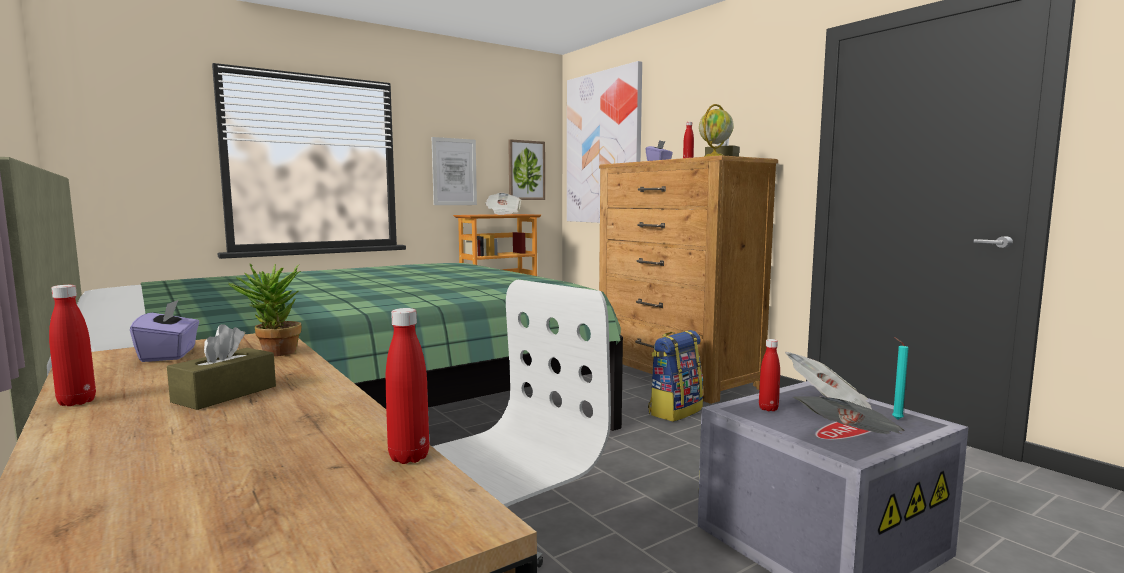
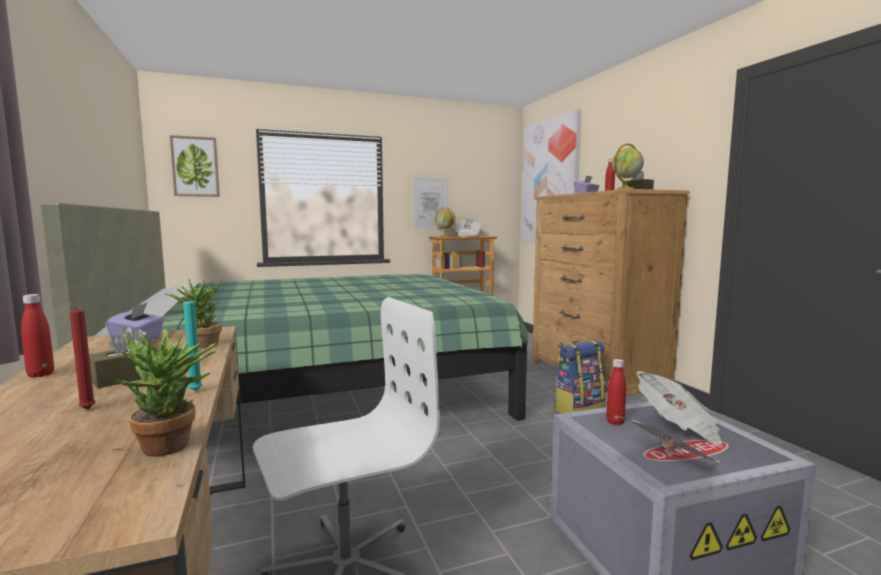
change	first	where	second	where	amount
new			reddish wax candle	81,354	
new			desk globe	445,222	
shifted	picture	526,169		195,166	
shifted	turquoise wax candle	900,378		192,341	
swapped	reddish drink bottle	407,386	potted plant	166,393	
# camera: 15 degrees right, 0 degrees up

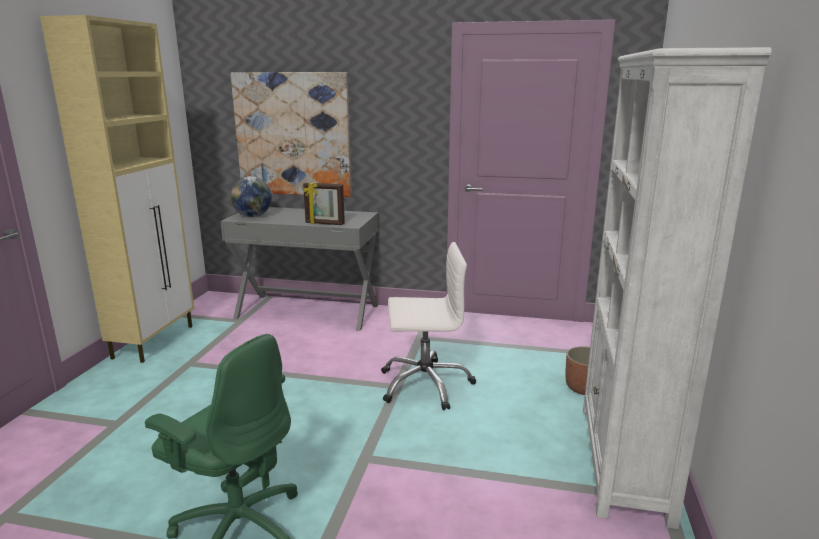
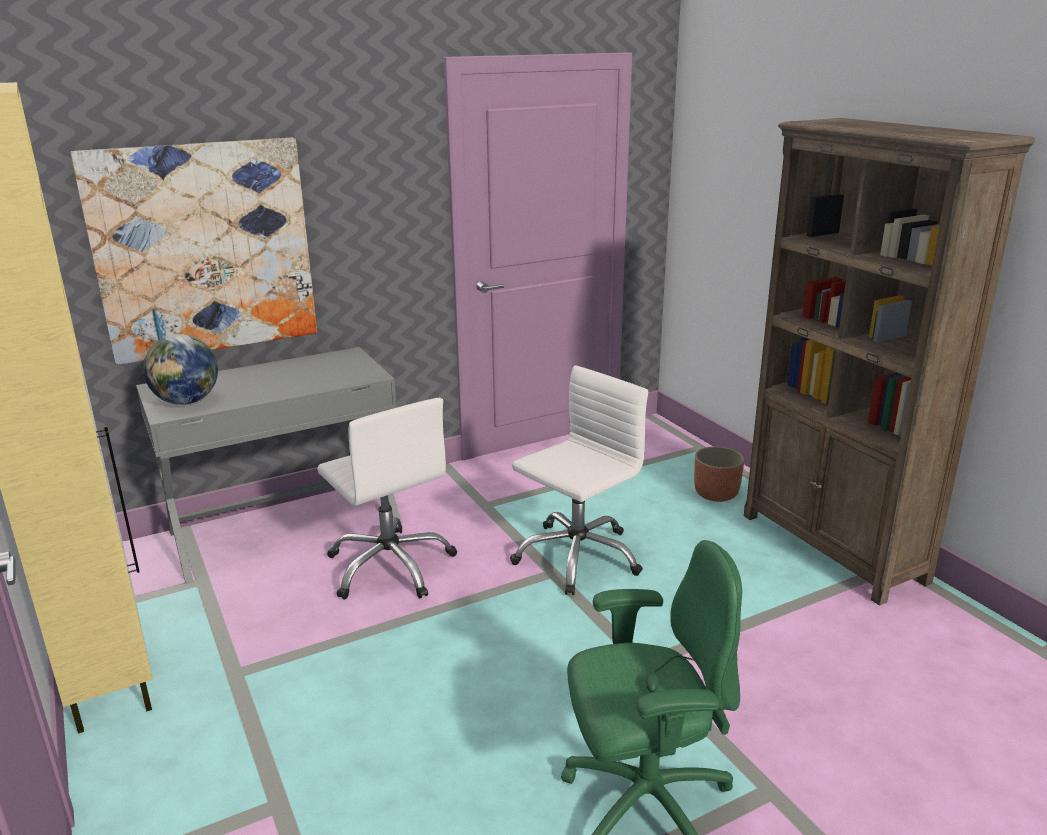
change	first	where	second	where	amount
gone	picture frame	324,203			
new			whitish desk chair	387,498	
repainted	whitish bookshelf	677,288	brown-coloured bookshelf	889,362	
# camera: 40 degrees left, 5 degrees up

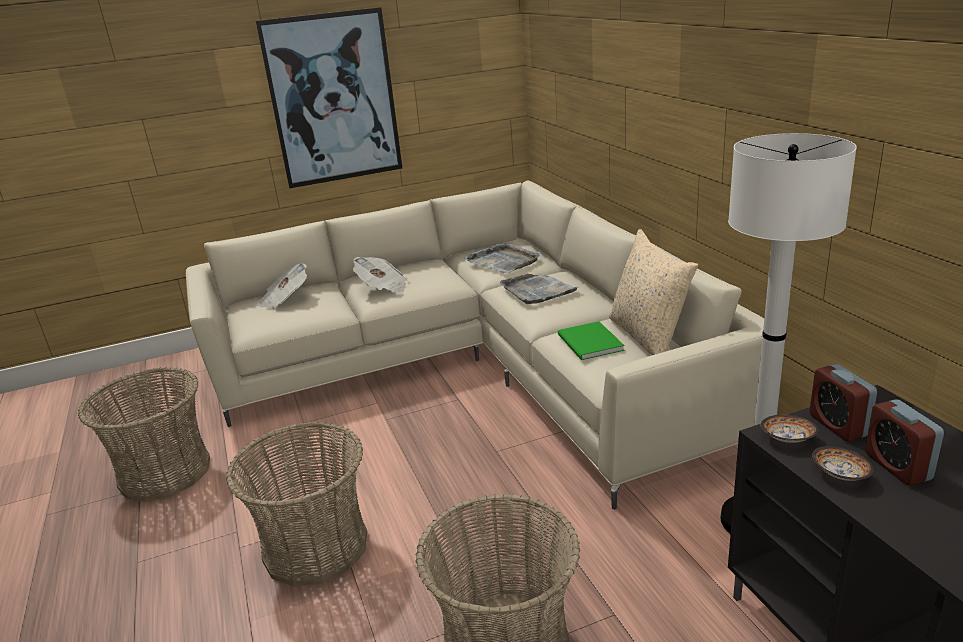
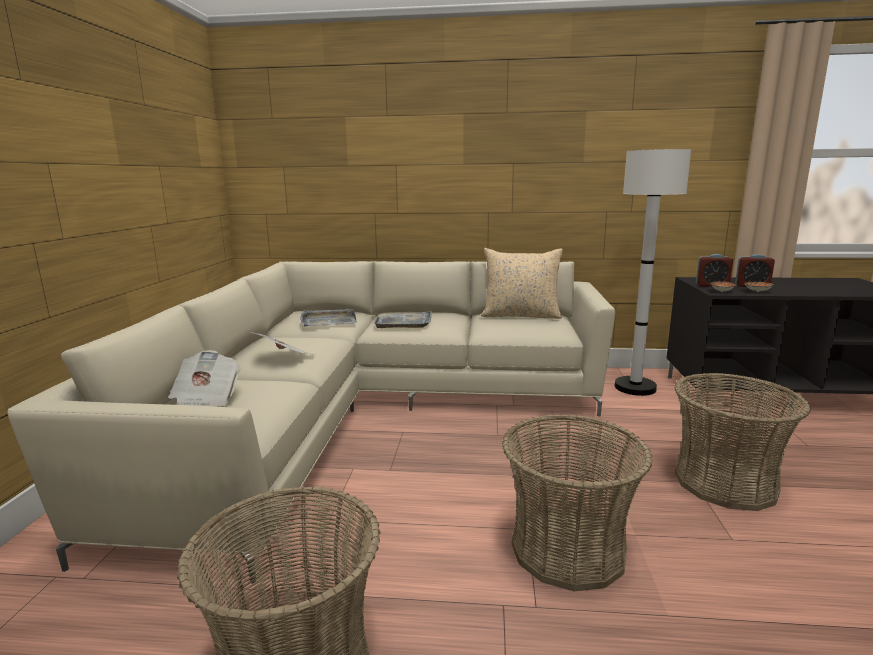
change	first	where	second	where	amount
gone	picture	329,97			
gone	greenish volume	591,340			
# camera: 65 degrees left, 10 degrees down

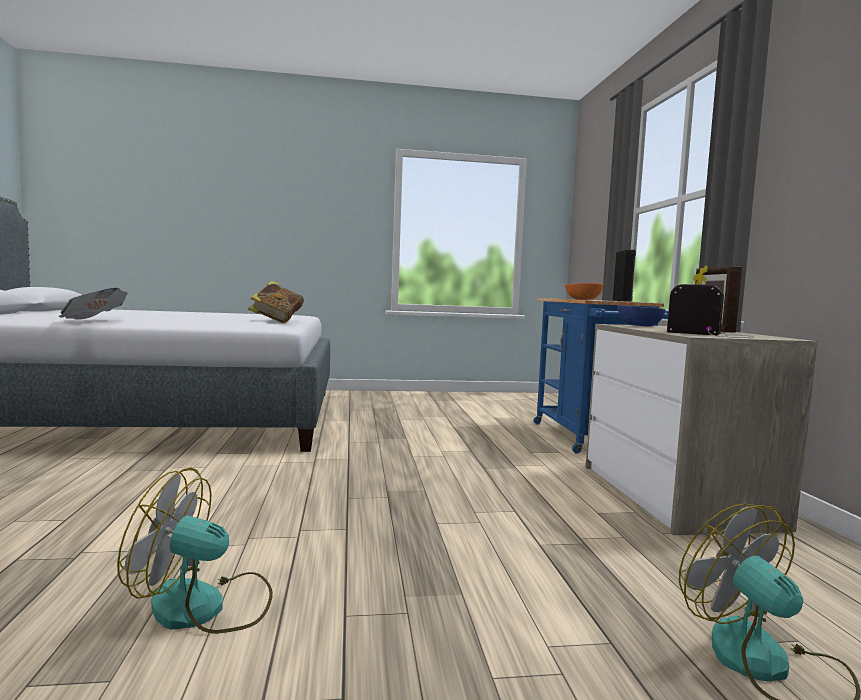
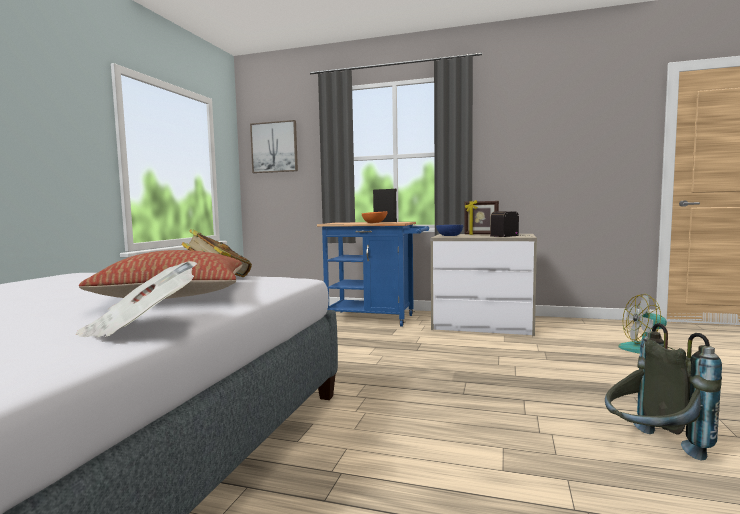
change	first	where	second	where	amount
new			throw pillow	160,274	
new			picture	274,146	
swapped	fan	195,550	grey rucksack	663,392	
# camera: 65 degrees left, 0 degrees up

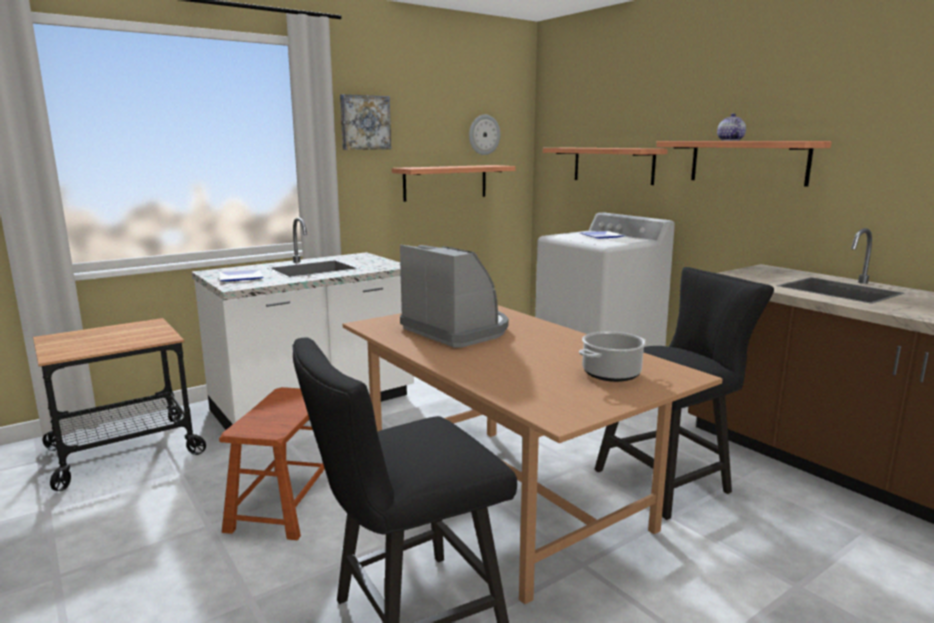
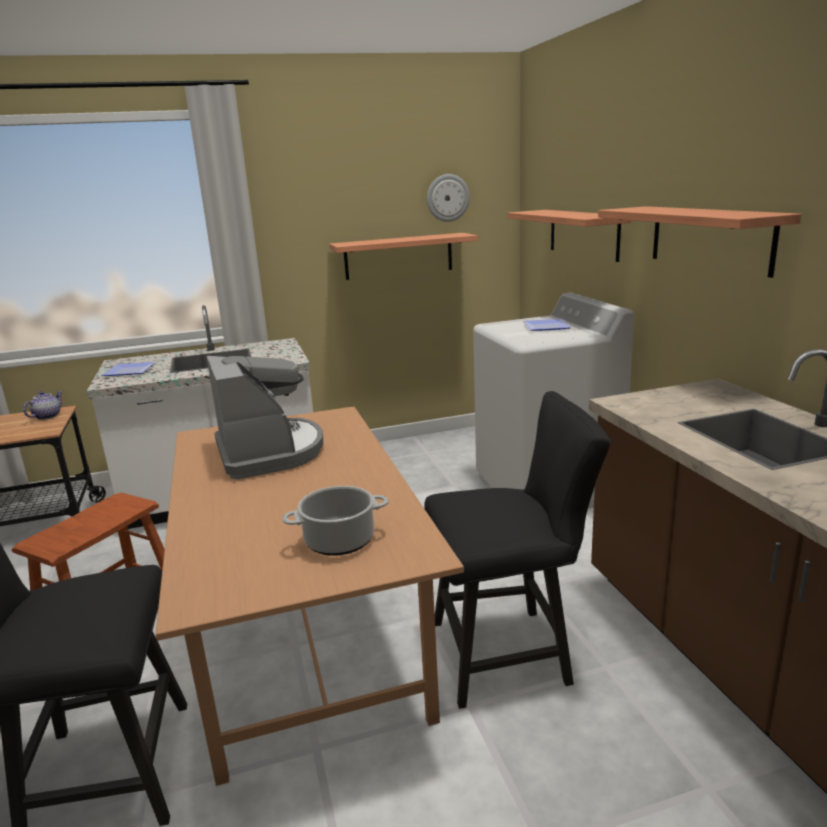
change	first	where	second	where	amount
gone	picture	365,122			
shifted	tea pot	731,127		43,405	
# camera: 20 degrees right, 5 degrees up

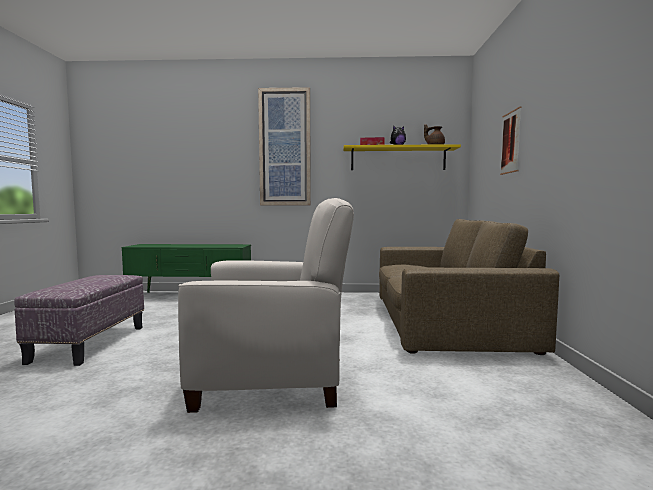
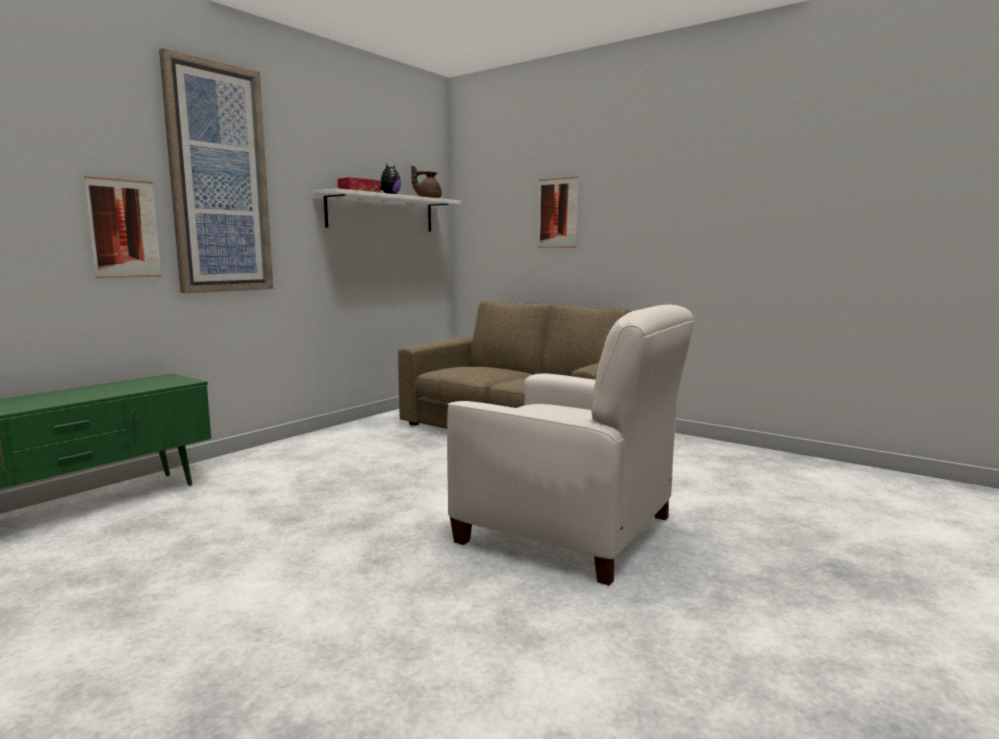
change	first	where	second	where	amount
gone	pouffe	79,320			
new			picture	123,227	
repainted	yellowish wall shelf	402,157	whitish wall shelf	387,210	
rotated	whitish armchair	266,305		570,445	90 degrees clockwise
# camera: 55 degrees left, 5 degrees up

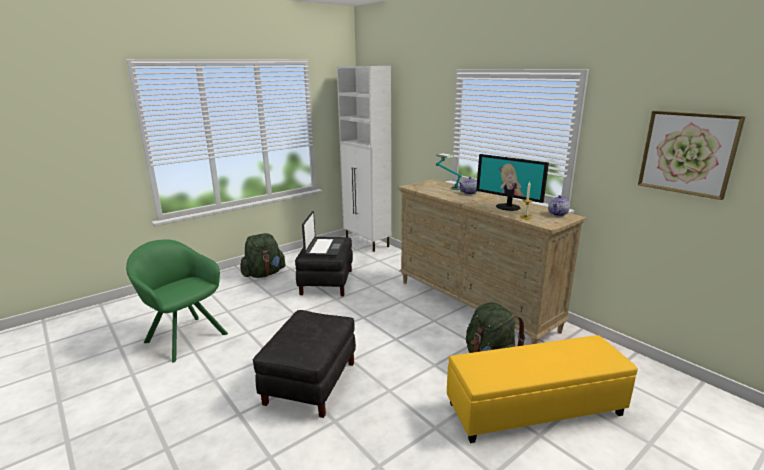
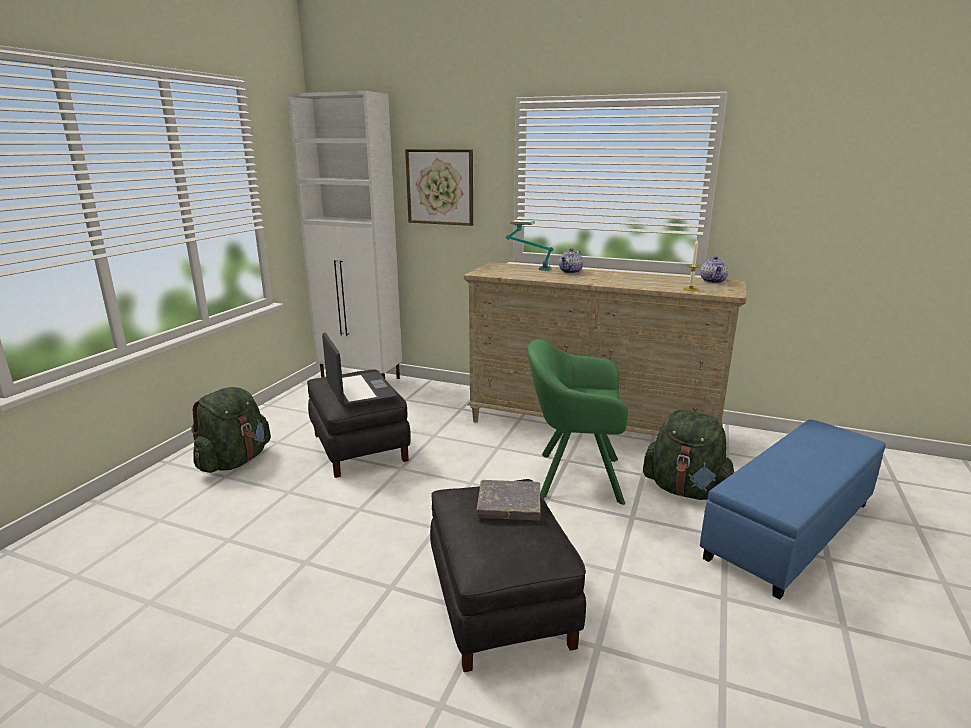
change	first	where	second	where	amount
gone	computer screen	512,182			
new			grey volume	508,500	
shifted	greenish armchair	177,300		577,422	
shifted	picture	692,155		439,187	
repainted	yellowish pouffe	542,389	blue pouffe	793,509	
# camera: 30 degrees left, 0 degrees up

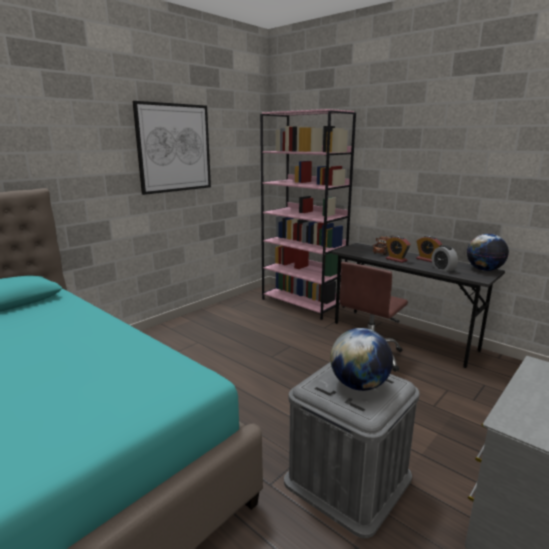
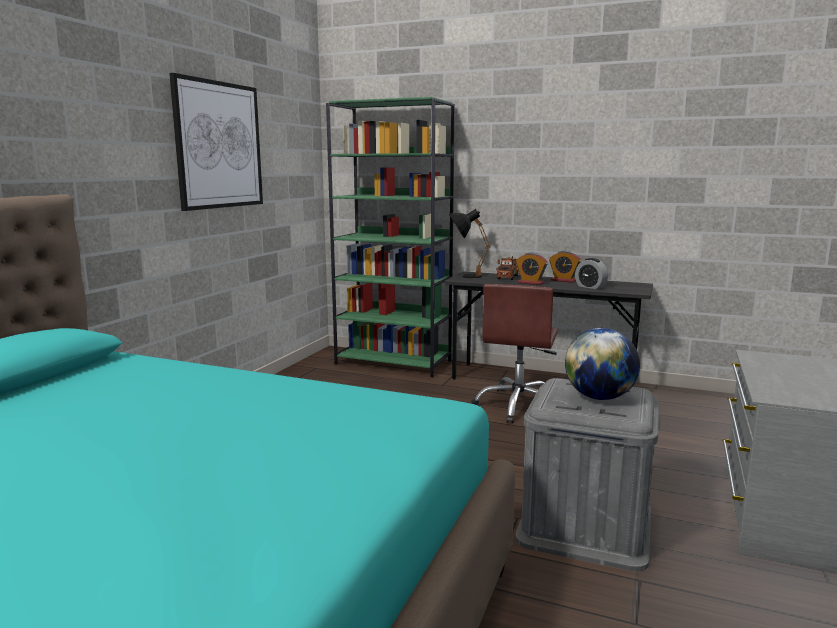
change	first	where	second	where	amount
gone	desk globe	488,252			
new			black tabletop lamp	469,243	
repainted	pink bookshelf	308,214	greenish bookshelf	390,237	
# camera: 20 degrees left, 5 degrees down

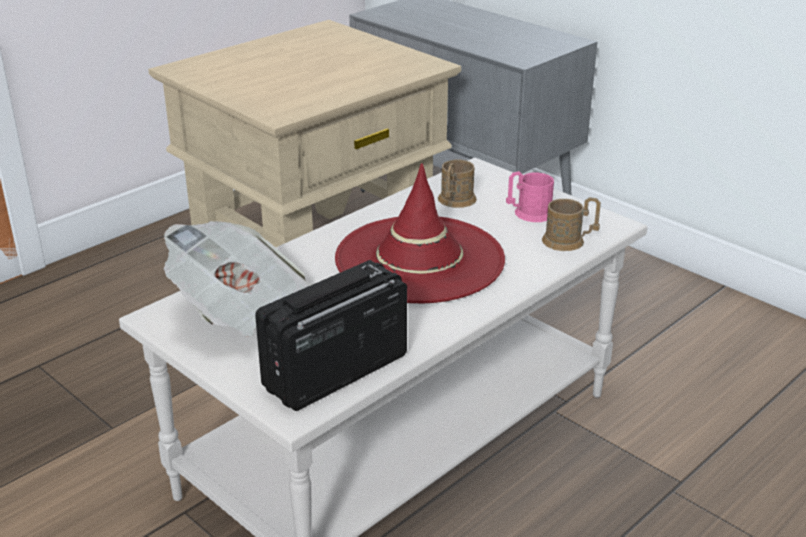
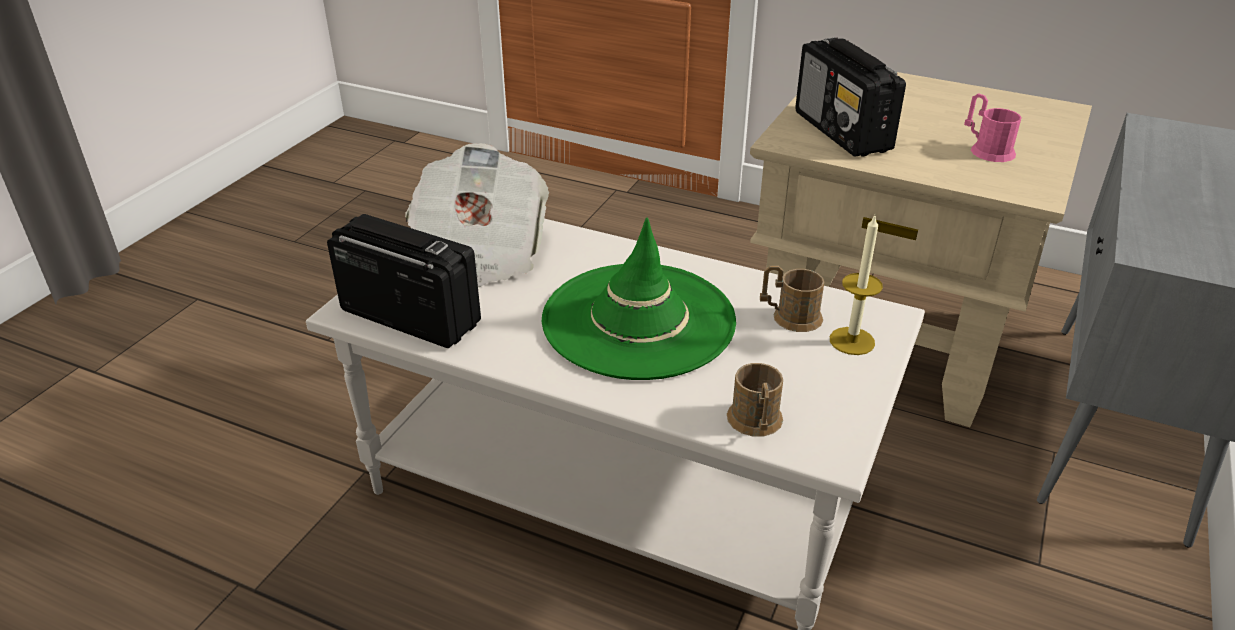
change	first	where	second	where	amount
new			radio set	850,97	
new			wax candle	856,285	
shifted	pink mug	530,196		993,127	
repainted	reddish clothing hat	420,233	greenish clothing hat	639,299	
# camera: 70 degrees right, 5 degrees up

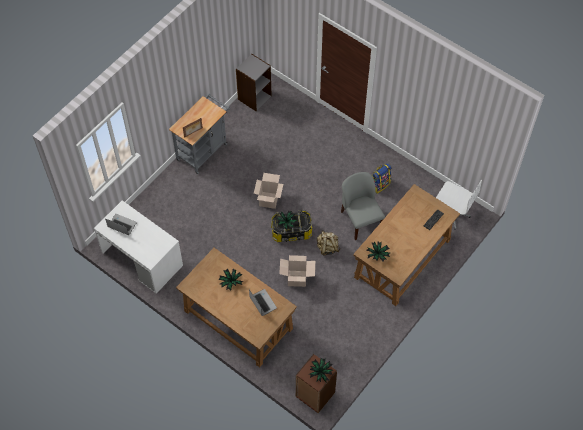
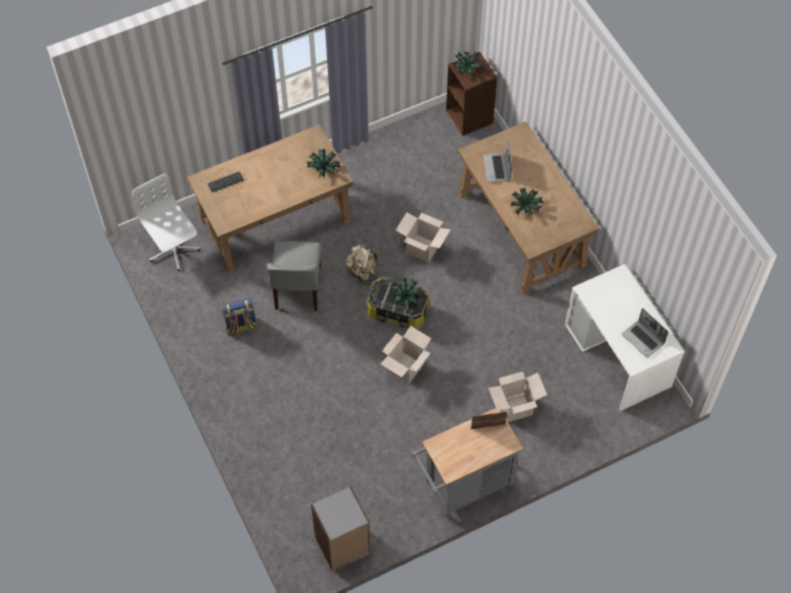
change	first	where	second	where	amount
new			cardboard box	517,396	
# camera: 155 degrees left, 0 degrees up

